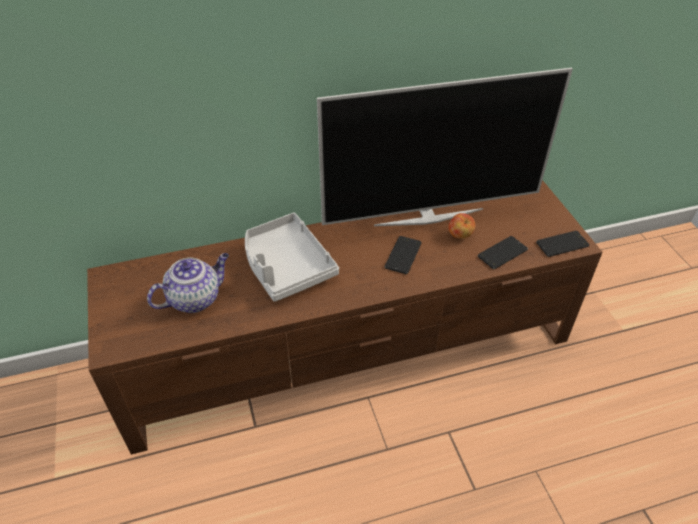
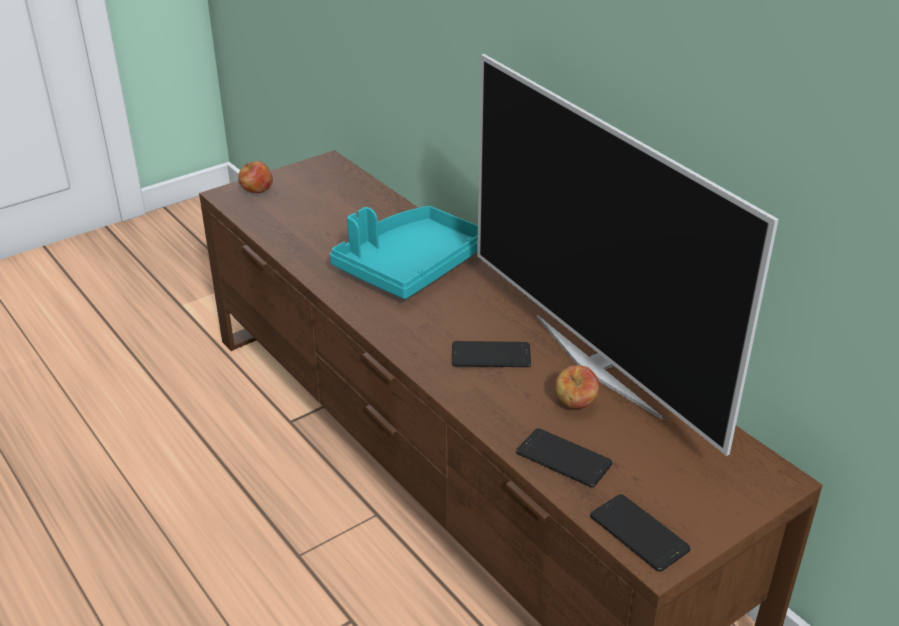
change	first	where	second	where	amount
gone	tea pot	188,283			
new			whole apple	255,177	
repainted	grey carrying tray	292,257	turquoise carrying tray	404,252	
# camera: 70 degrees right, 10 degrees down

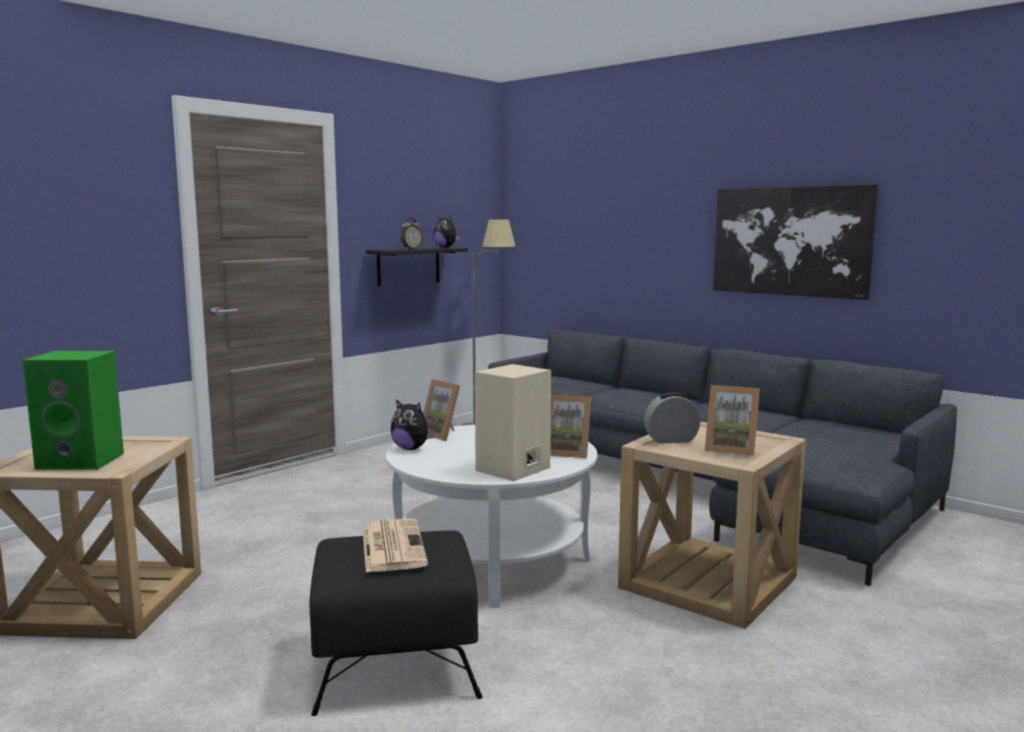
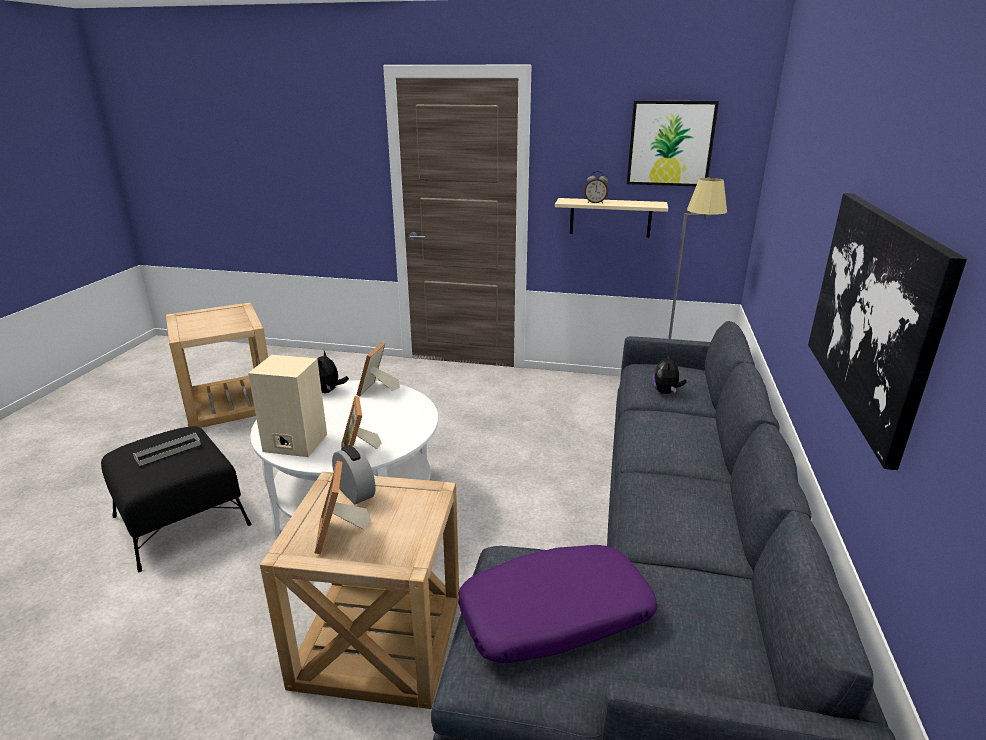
change	first	where	second	where	amount
gone	greenish loudspeaker	73,410			
new			purplish throw pillow	558,604	
new			picture	673,143	
shifted	plush toy	447,231		670,373	
swapped	daily paper	395,546	grey carrying tray	167,449	
repainted	black wall shelf	417,267	beige wall shelf	611,217	
# camera: 60 degrees right, 15 degrees up

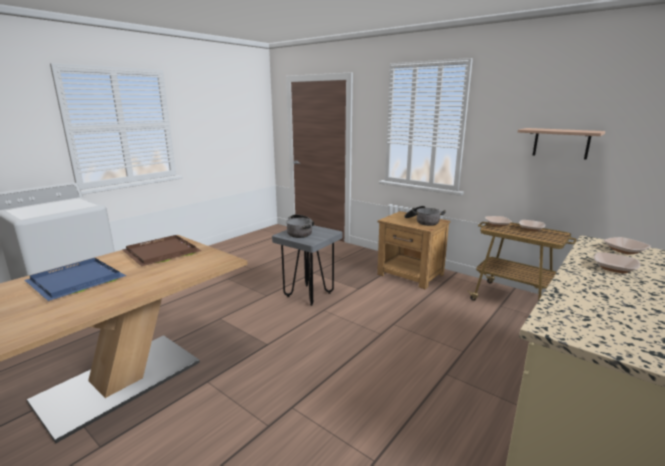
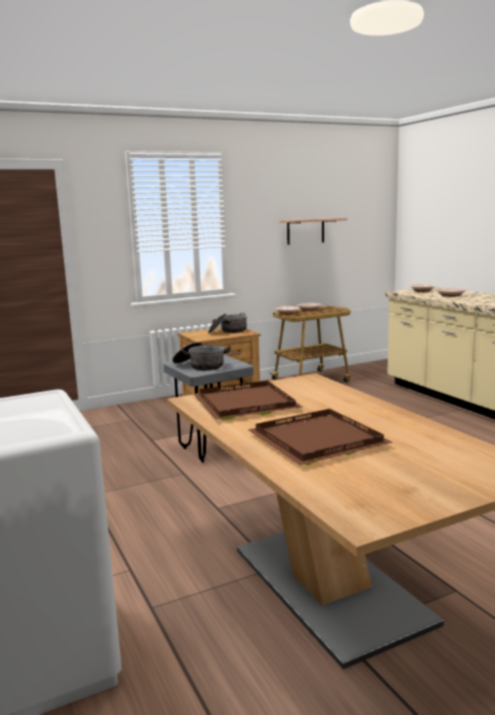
change	first	where	second	where	amount
repainted	blue carrying tray	75,279	brown-coloured carrying tray	321,437	
# camera: 65 degrees left, 5 degrees down

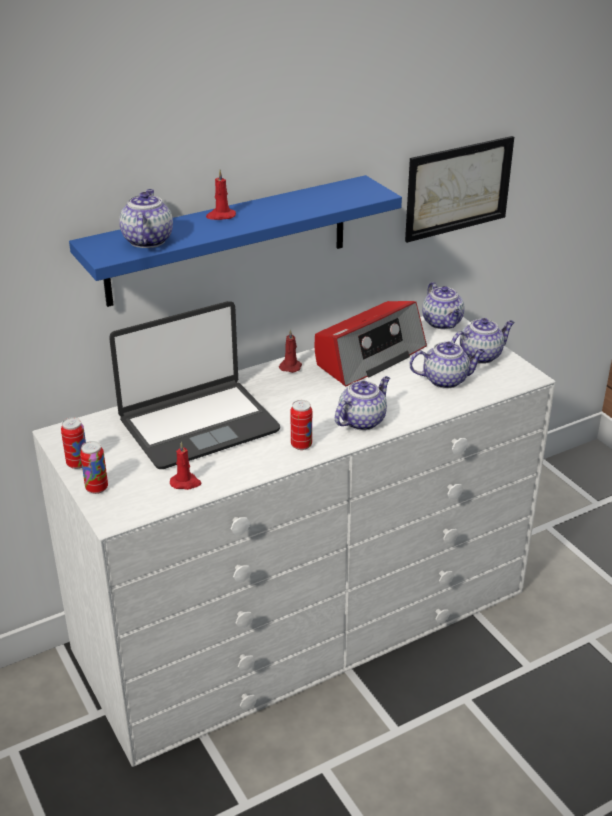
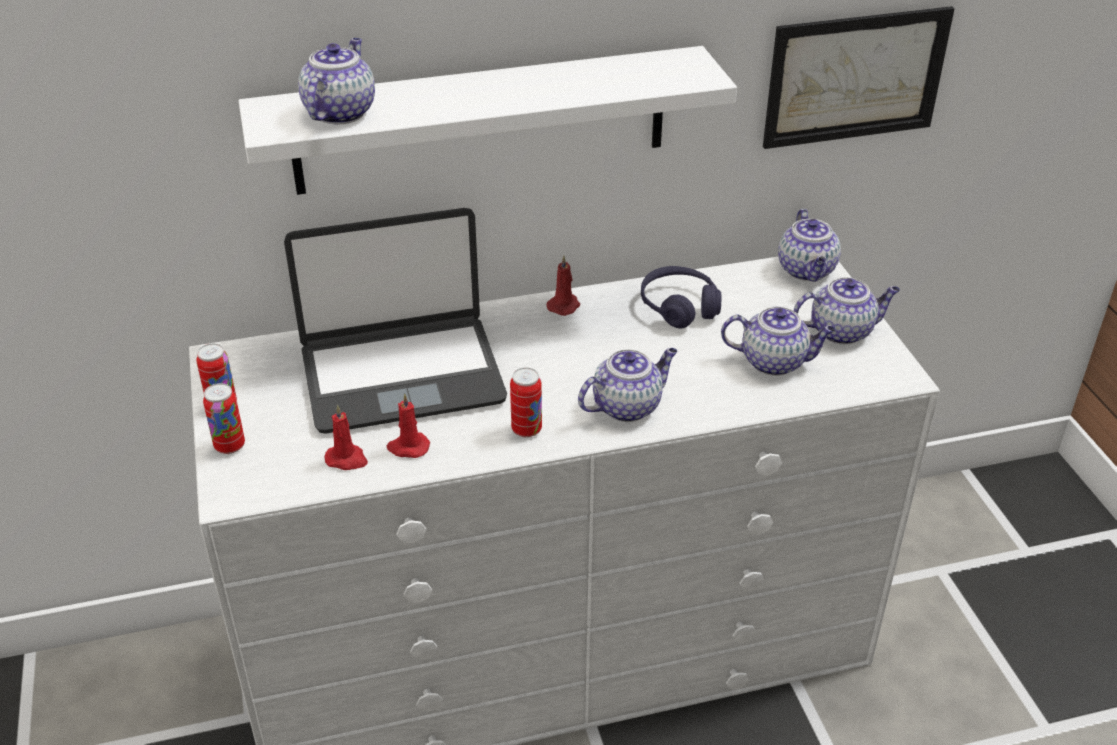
change	first	where	second	where	amount
shifted	reddish wax candle	221,195		408,425	
swapped	radio set	371,344	purplish headphones	681,297	
repainted	blue wall shelf	235,241	whitish wall shelf	487,120	
# camera: 15 degrees right, 5 degrees up

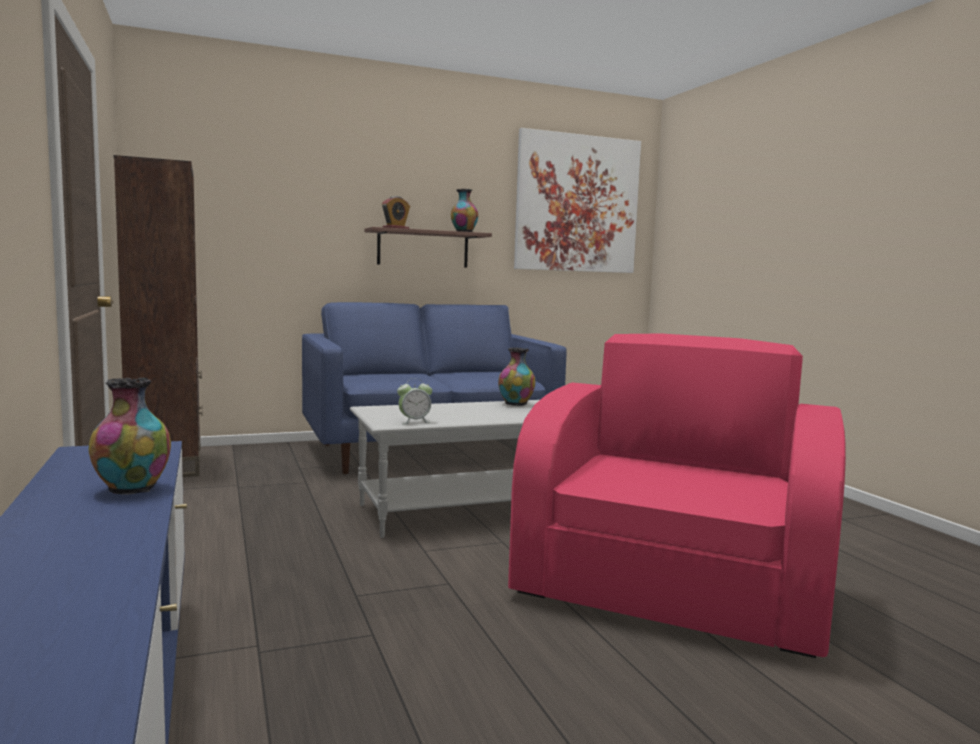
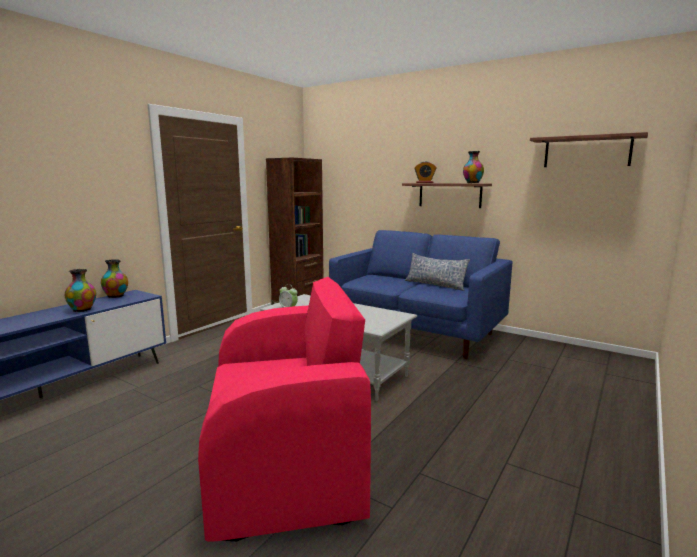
change	first	where	second	where	amount
new			throw pillow	437,272	
shifted	decorative vase	516,377		114,278	
swapped	picture	577,200	wall shelf	589,149	
# camera: 55 degrees right, 5 degrees up

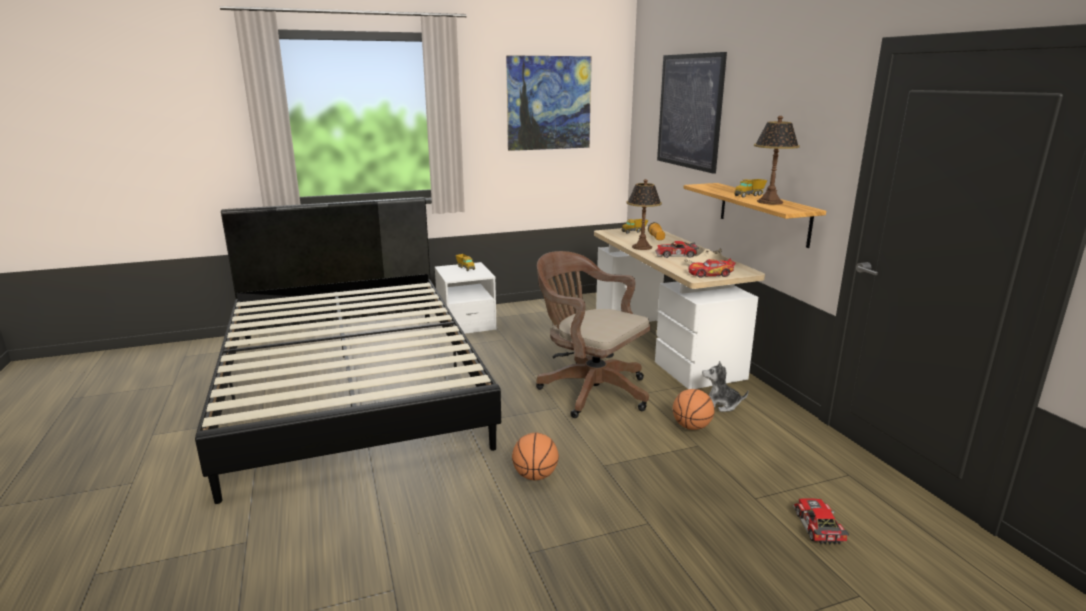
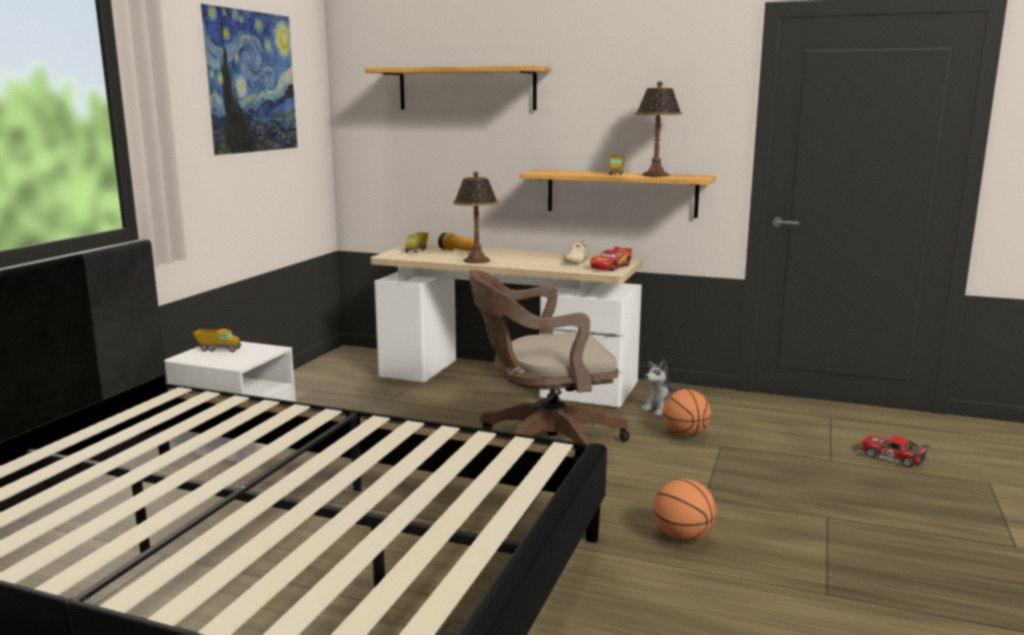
change	first	where	second	where	amount
gone	toy car	677,249			
swapped	picture	692,113	wall shelf	458,88	
# camera: 50 degrees left, 5 degrees down

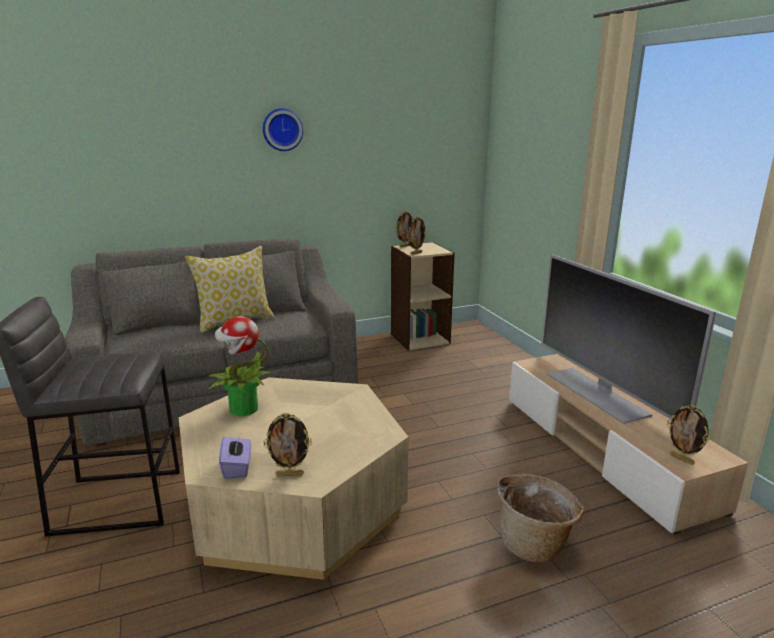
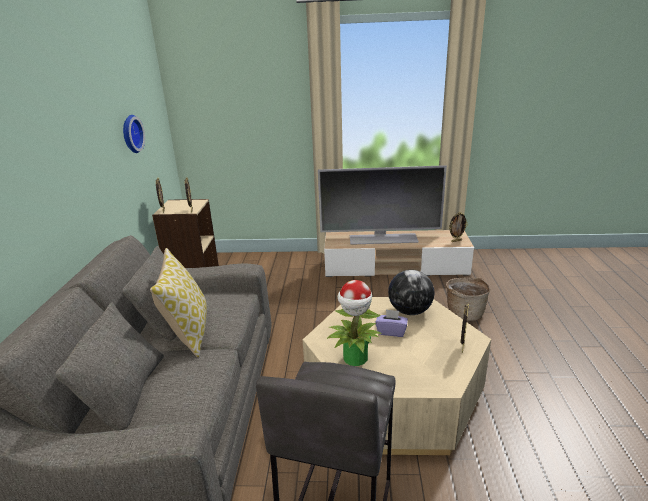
change	first	where	second	where	amount
new			desk globe	411,292	
shifted	purplish tissue box	235,458		391,323	
shifted	hanging clock	283,129		134,134	
# camera: 65 degrees left, 5 degrees up

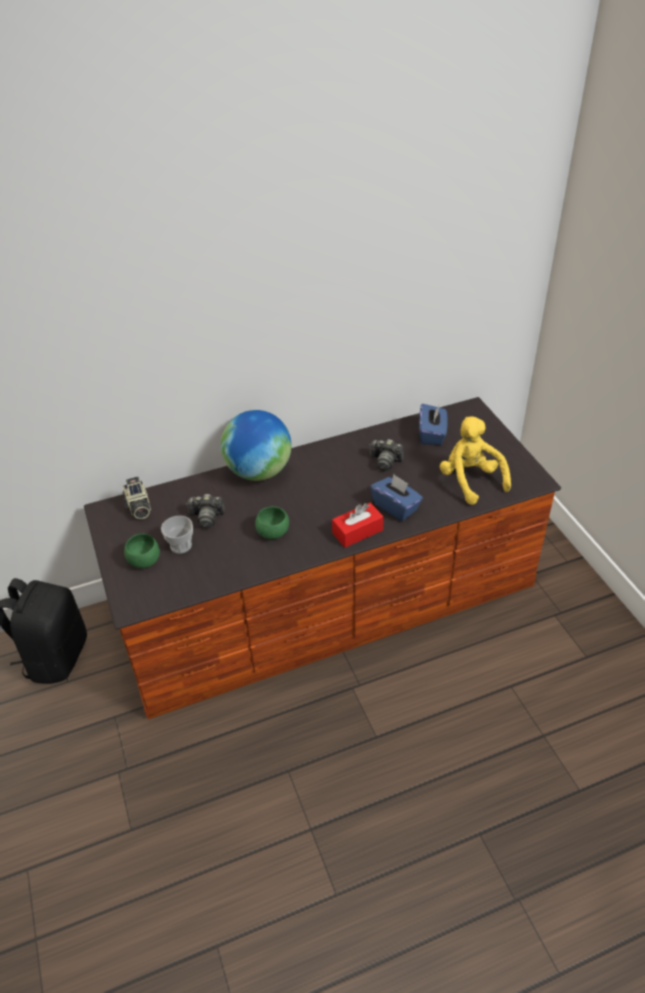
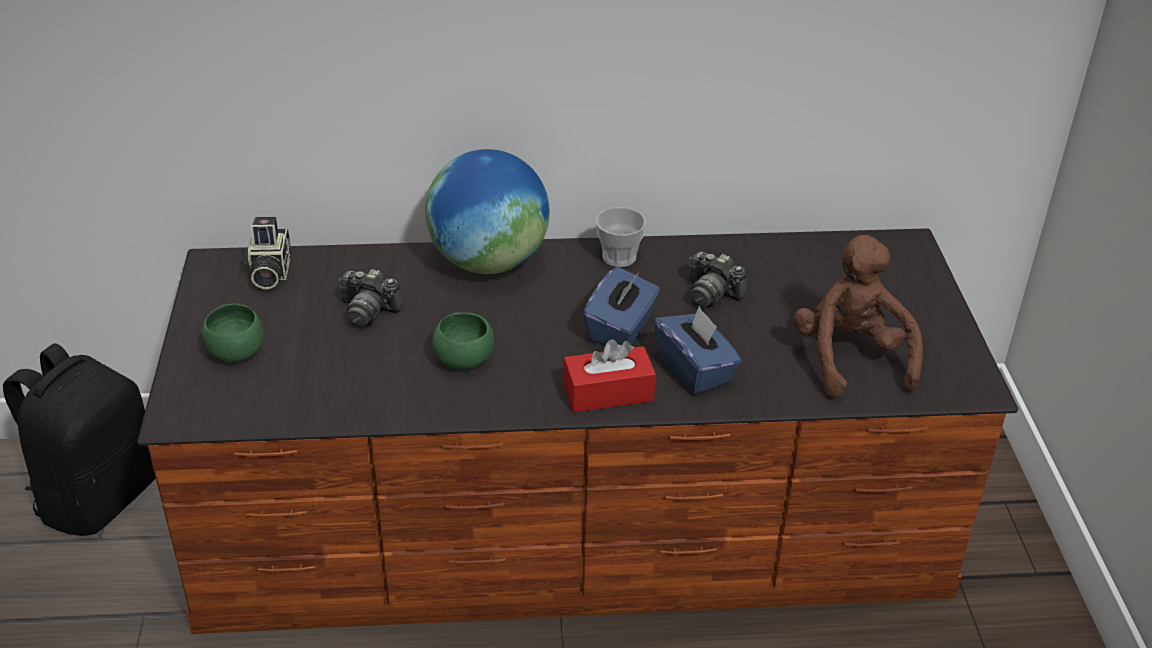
change	first	where	second	where	amount
shifted	drinking cup	177,535		621,237	
shifted	blue tissue box	433,424		621,306	
repainted	yellowish plush toy	475,460	brown-coloured plush toy	858,316	
# camera: 15 degrees right, 5 degrees down

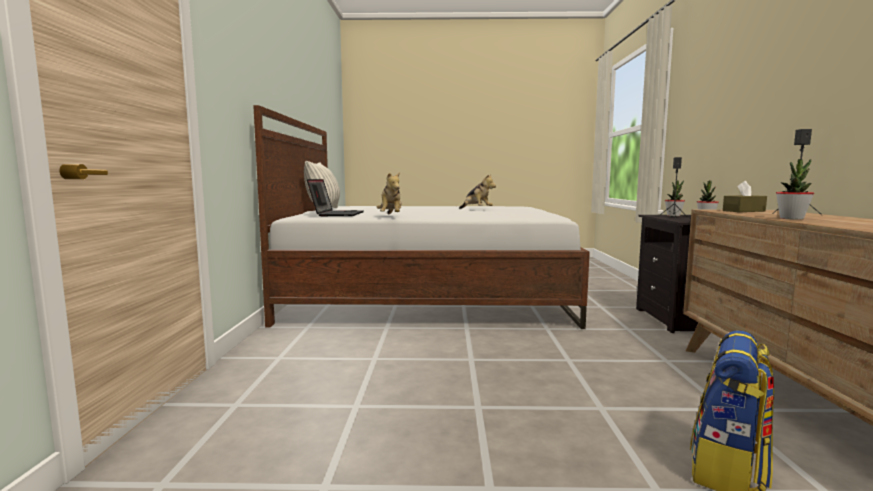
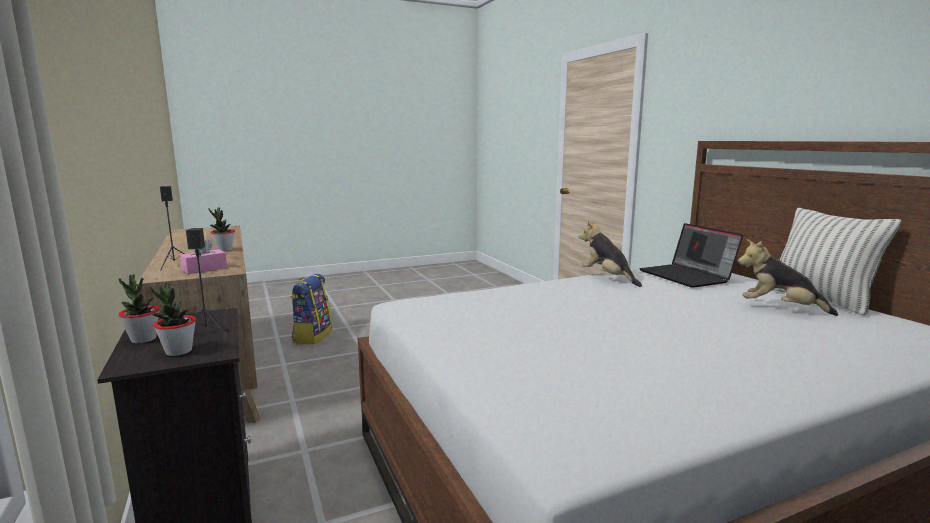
change	first	where	second	where	amount
shifted	plush toy	477,192		788,277	
repainted	brown-coloured tissue box	745,196	pink tissue box	203,256	
# camera: 155 degrees right, 5 degrees up

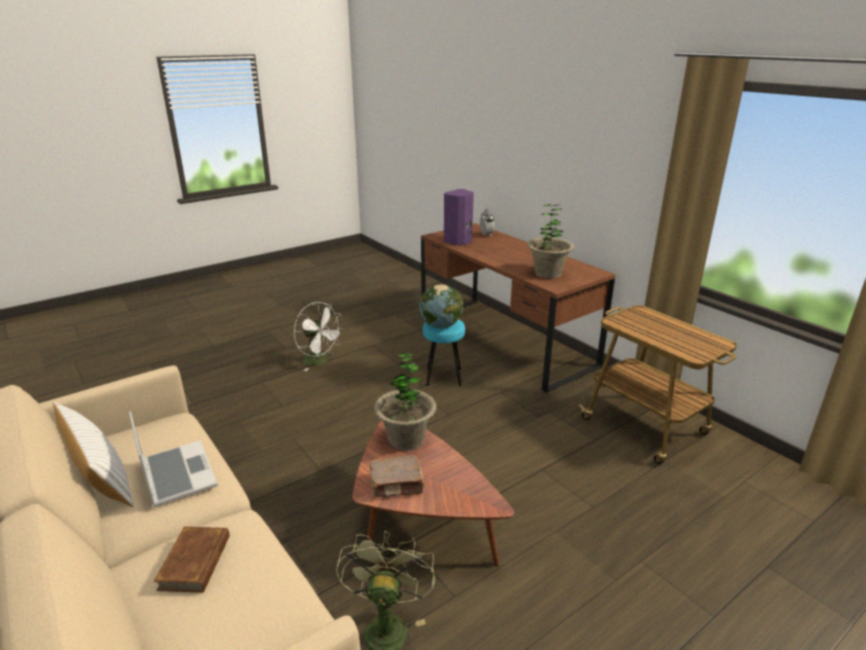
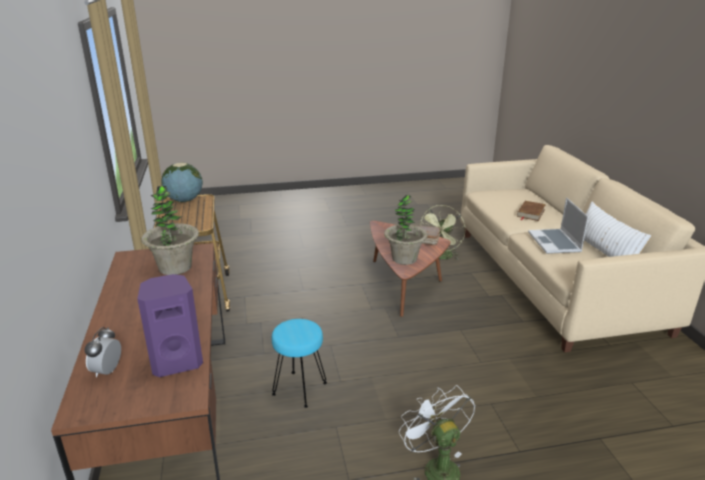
change	first	where	second	where	amount
shifted	desk globe	441,306		182,182	
# camera: 155 degrees left, 0 degrees up

